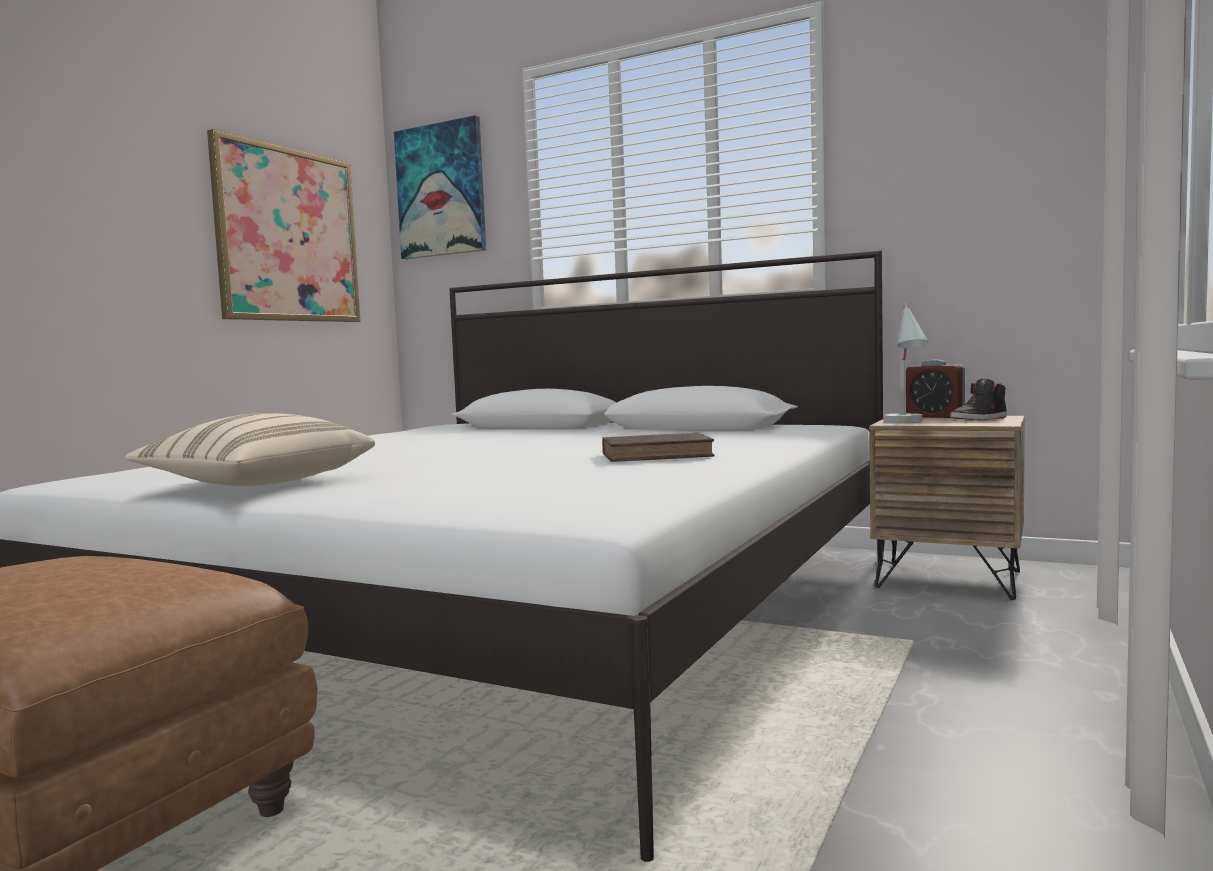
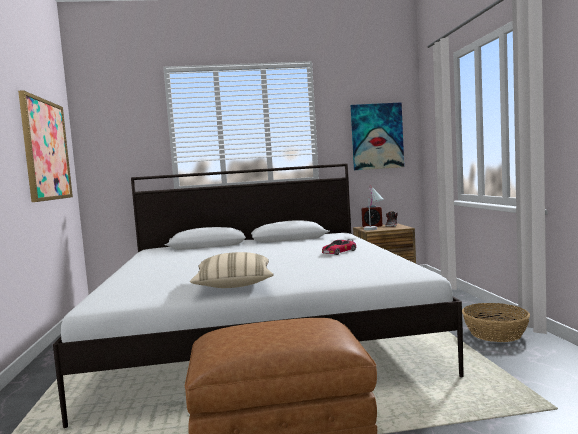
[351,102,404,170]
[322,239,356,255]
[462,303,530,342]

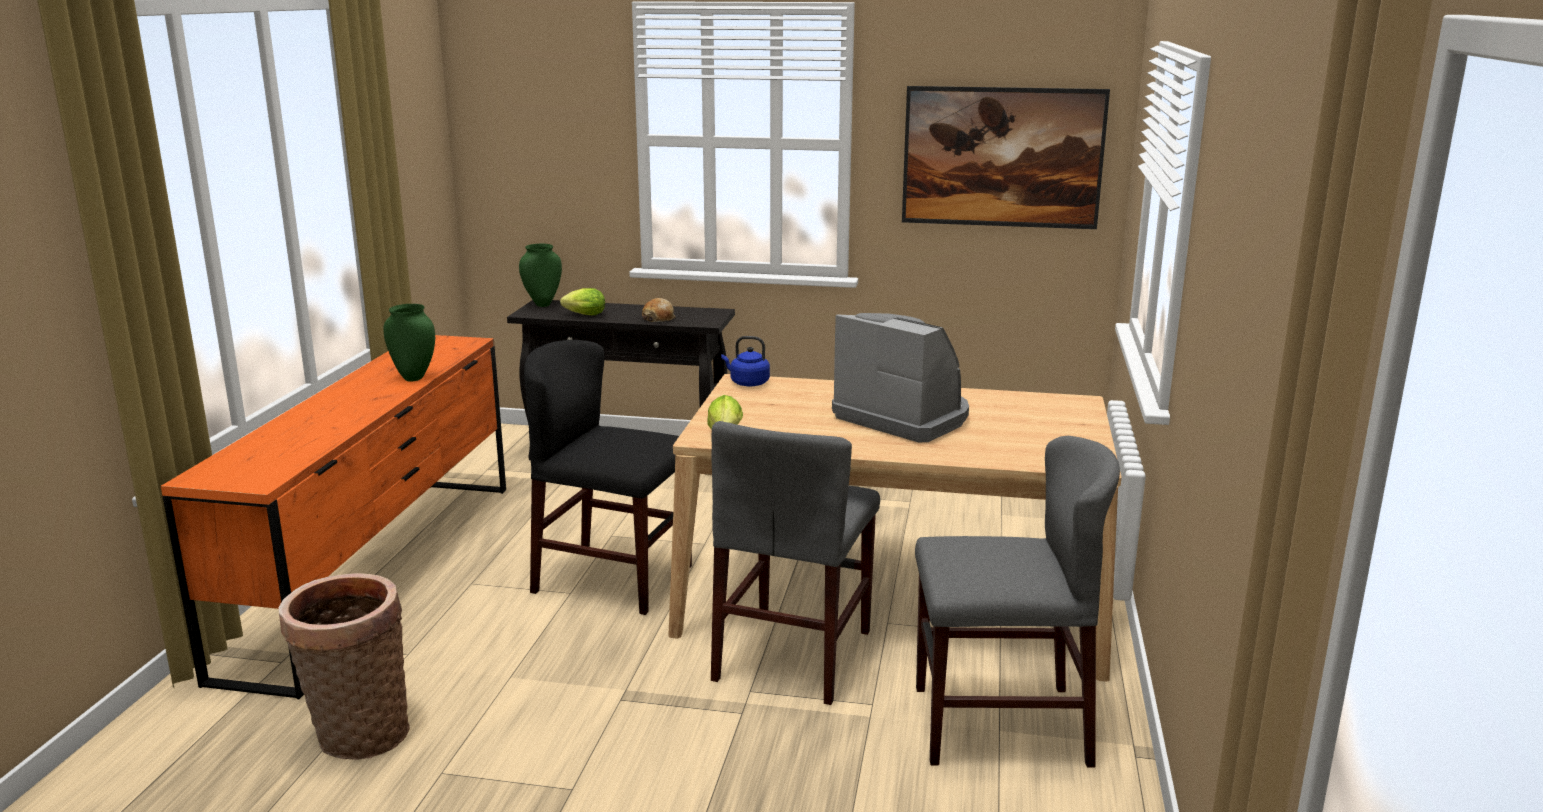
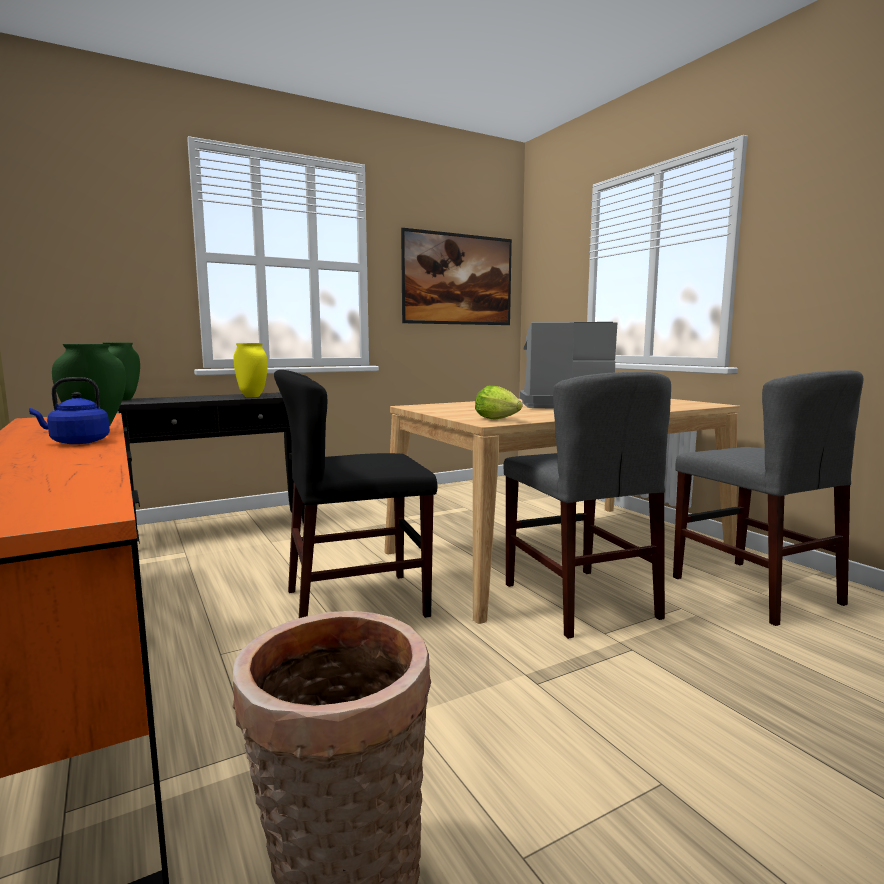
[560,288,605,315] (first image)
[234,343,268,397]
[29,377,110,444]
[673,370,864,626]

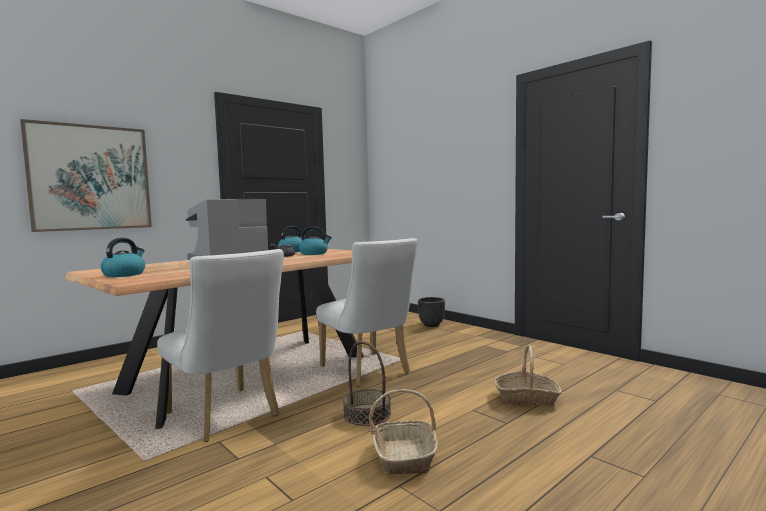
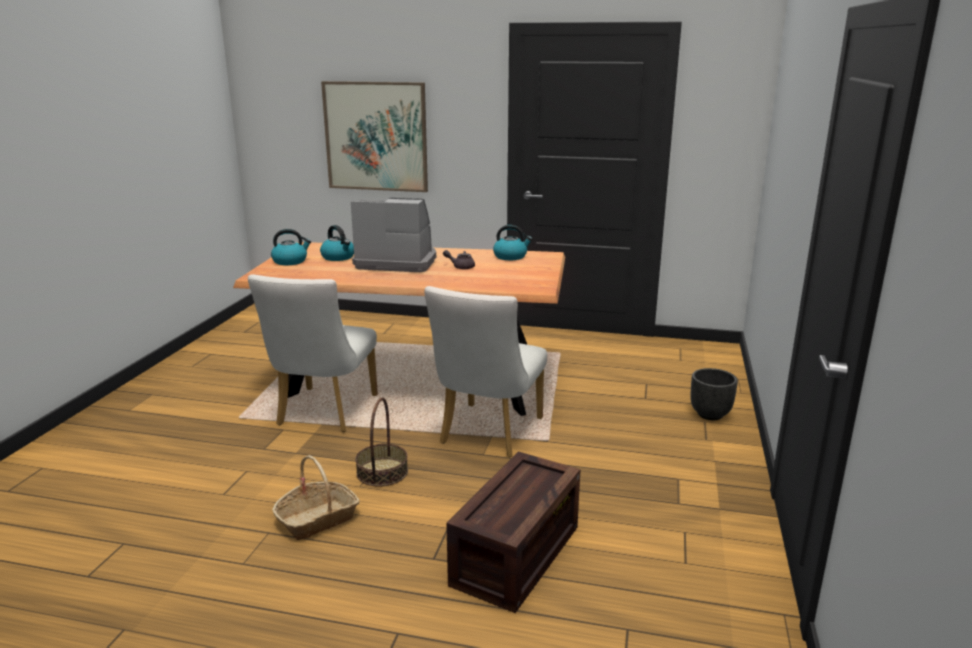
[320,225,354,261]
[446,452,581,613]

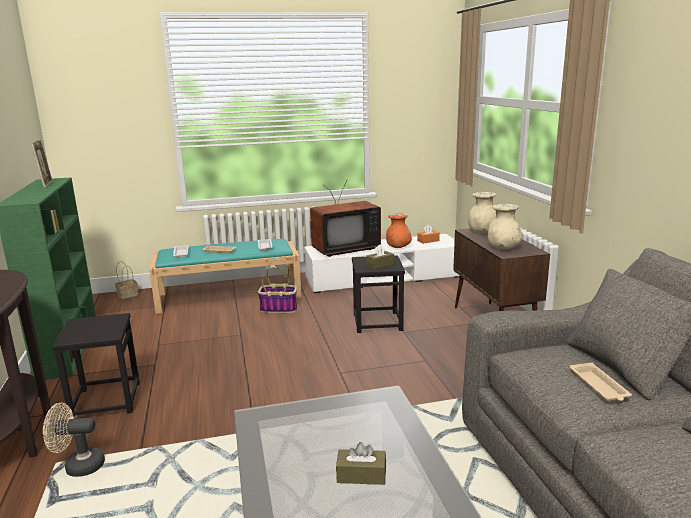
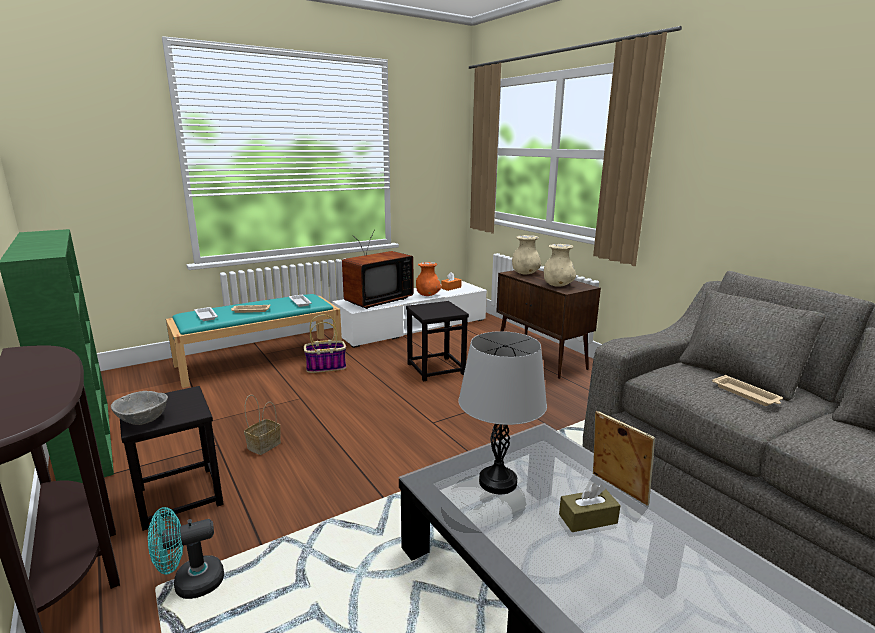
[593,411,655,506]
[367,244,394,269] (first image)
[244,395,281,455]
[148,507,224,599]
[459,331,547,494]
[111,391,168,425]

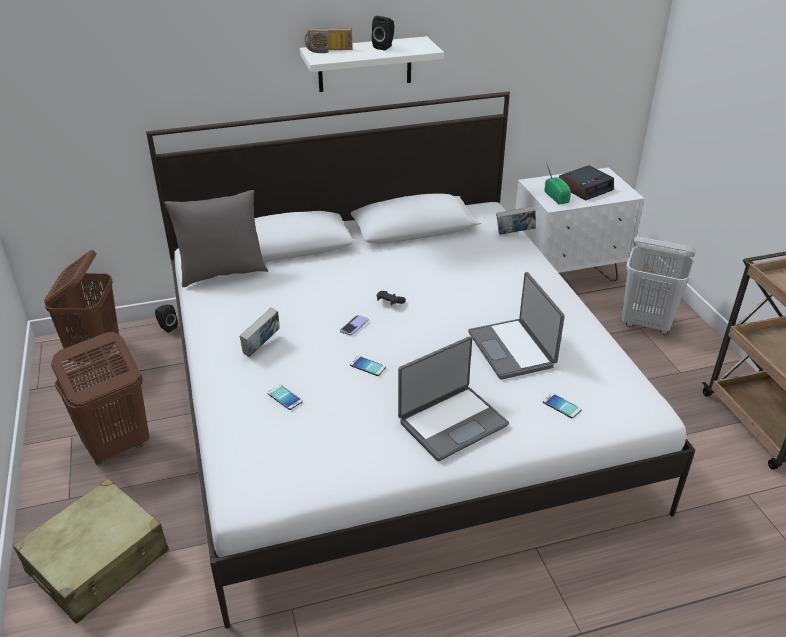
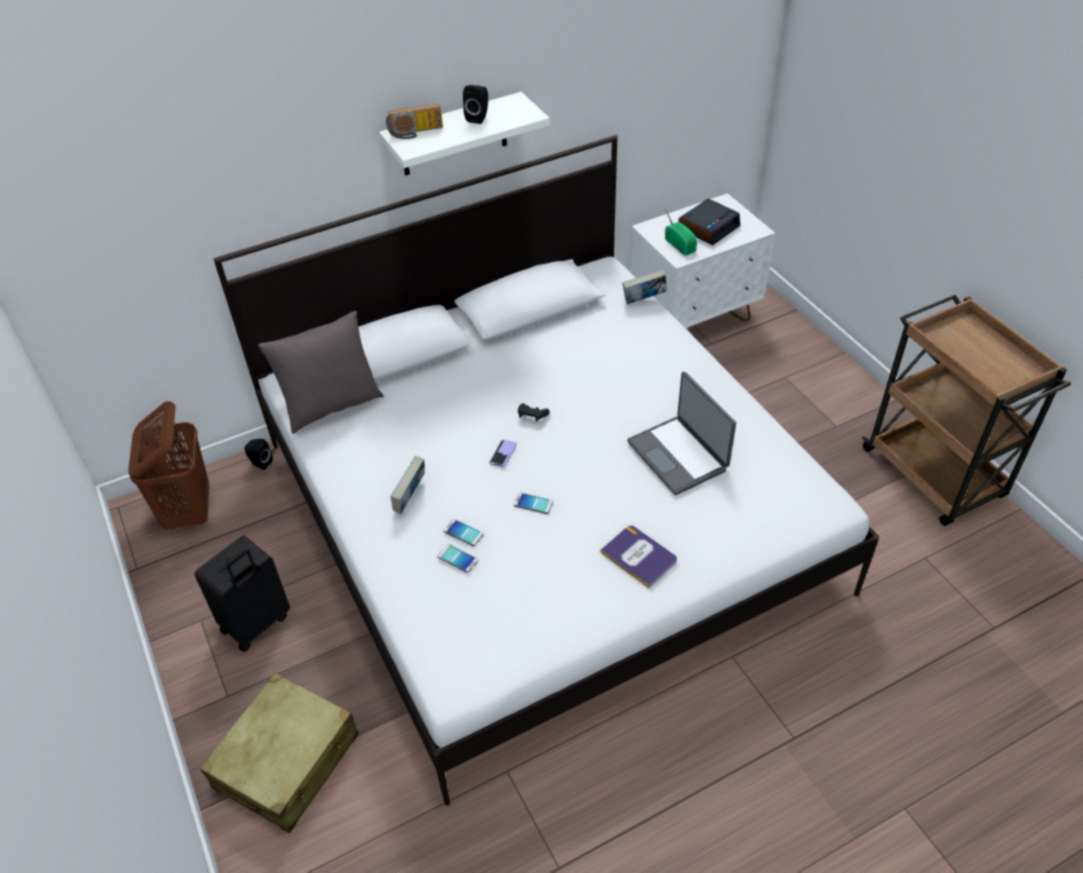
[622,237,696,335] (first image)
[194,536,290,652]
[600,525,677,589]
[444,519,484,546]

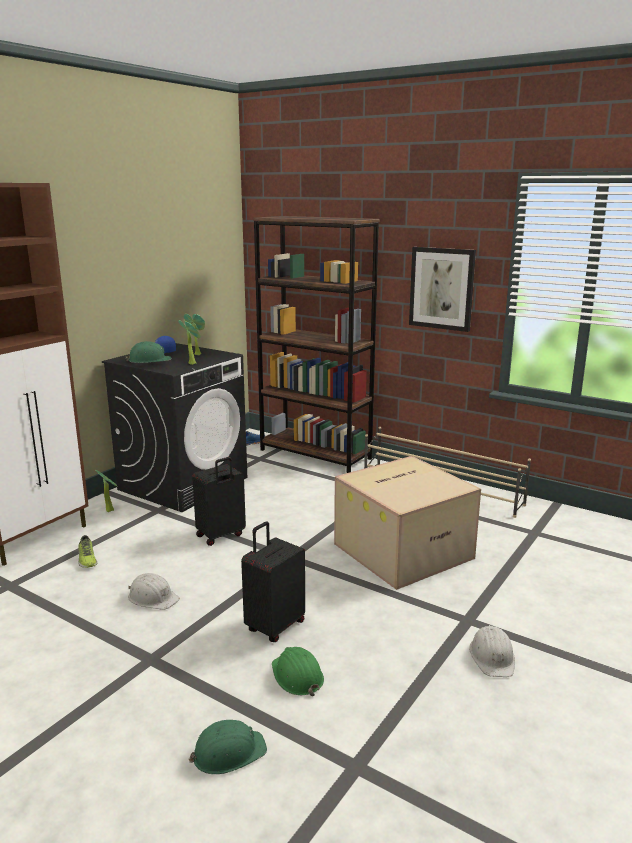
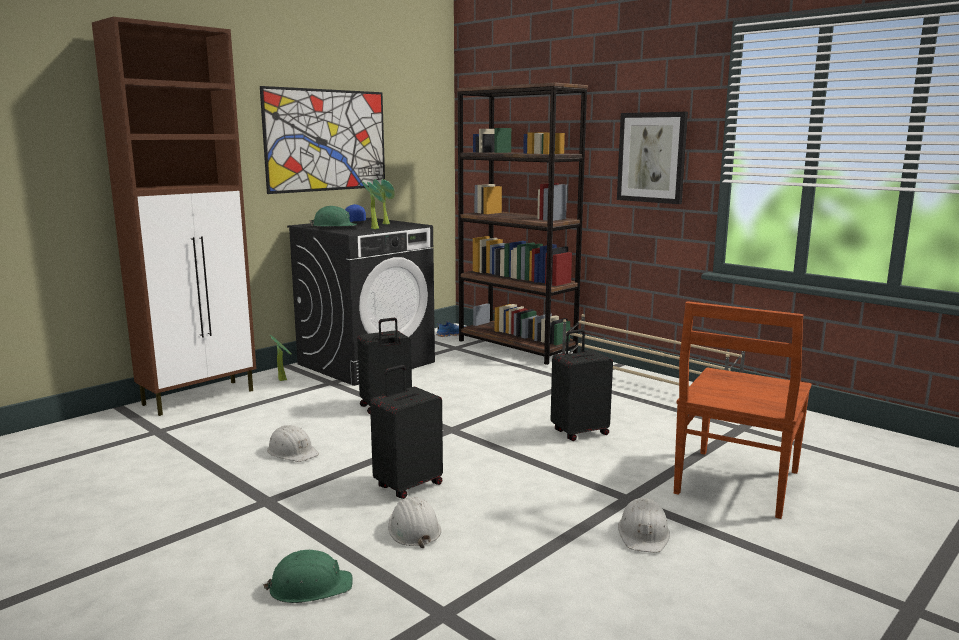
[551,329,613,441]
[78,535,97,568] (first image)
[388,497,441,548]
[260,86,385,194]
[674,301,812,519]

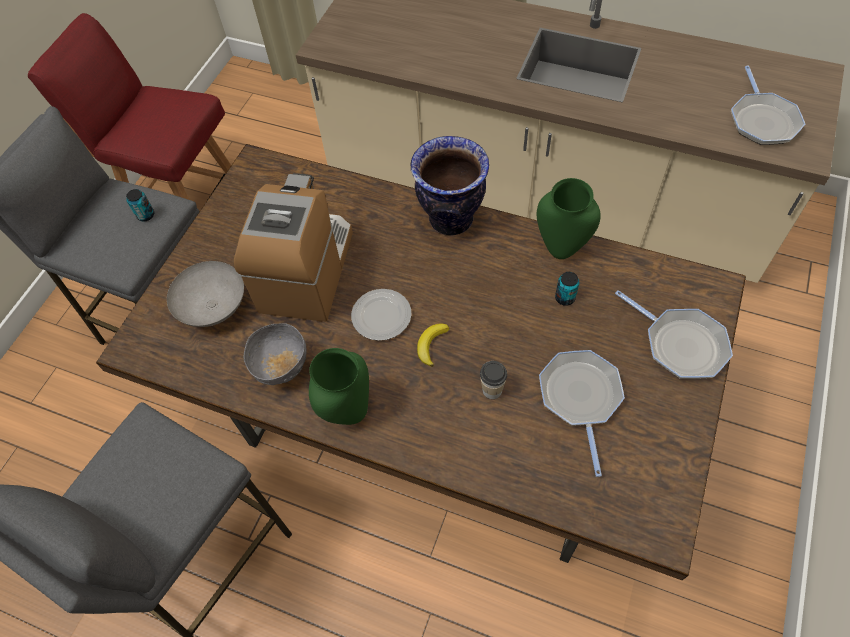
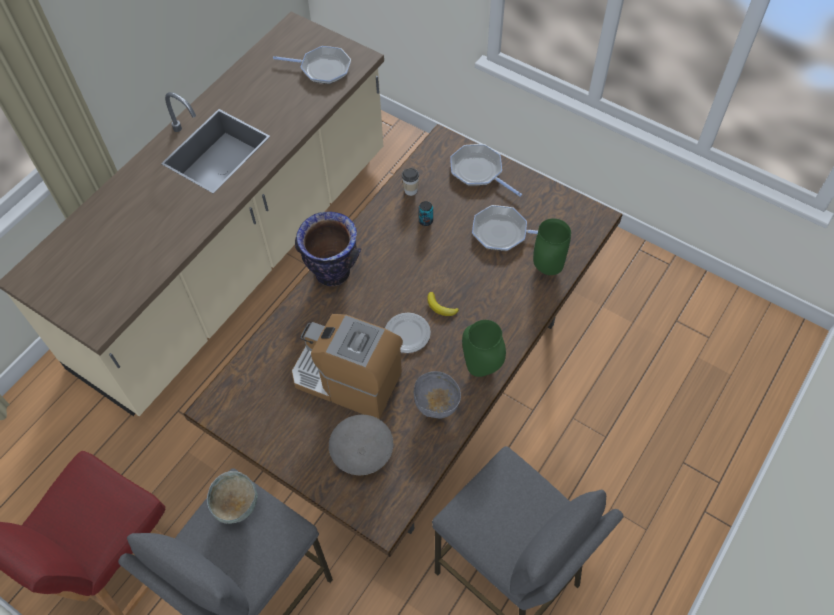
[533,218,571,275]
[207,471,258,524]
[450,144,522,197]
[402,168,419,196]

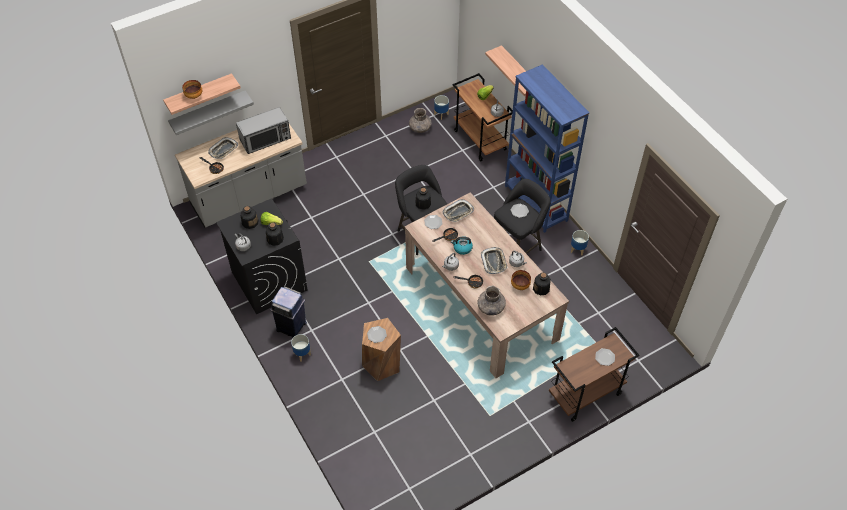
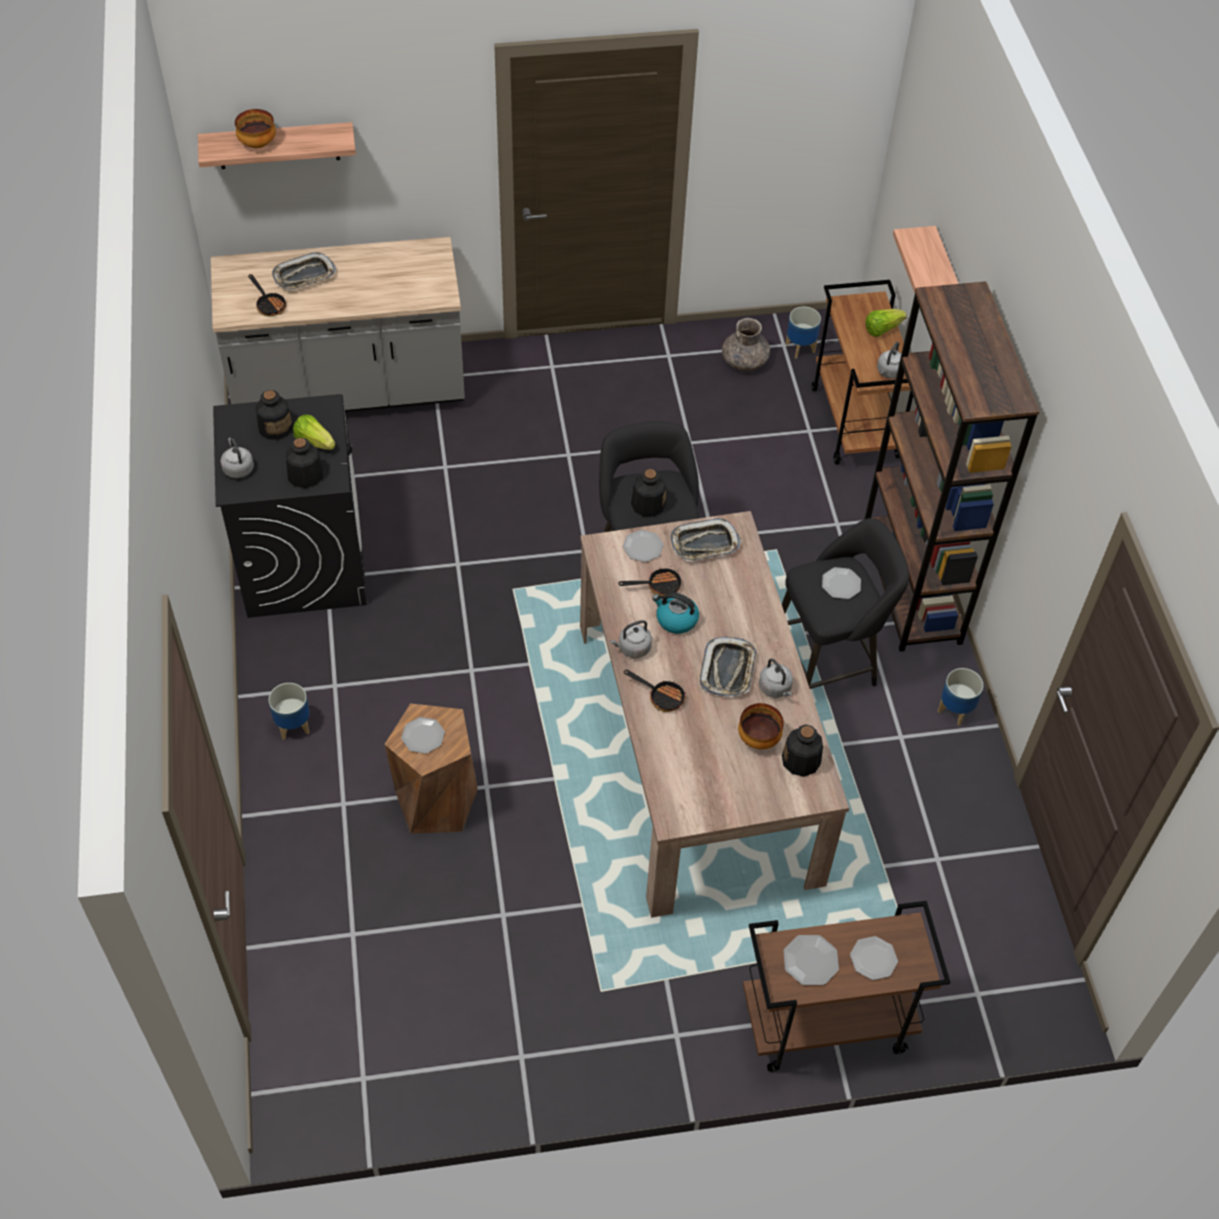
[864,281,1040,652]
[168,91,254,135] (first image)
[236,107,291,154] (first image)
[477,285,506,316] (first image)
[270,287,307,337] (first image)
[783,935,839,985]

